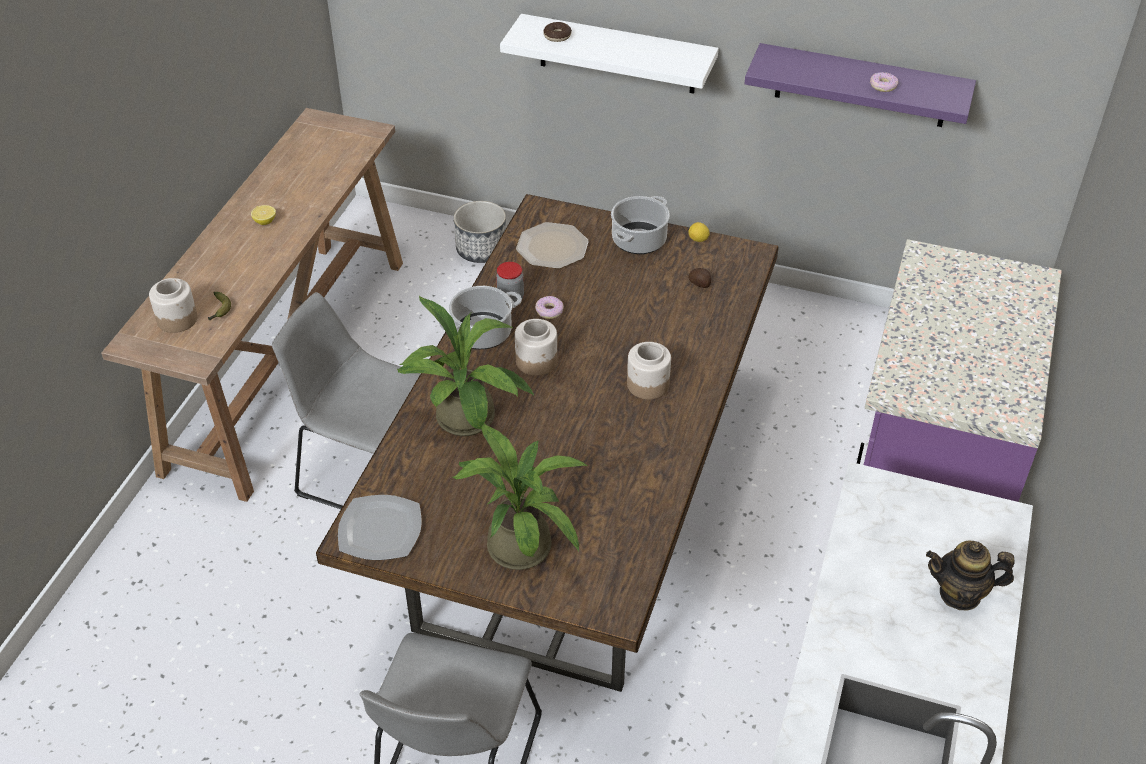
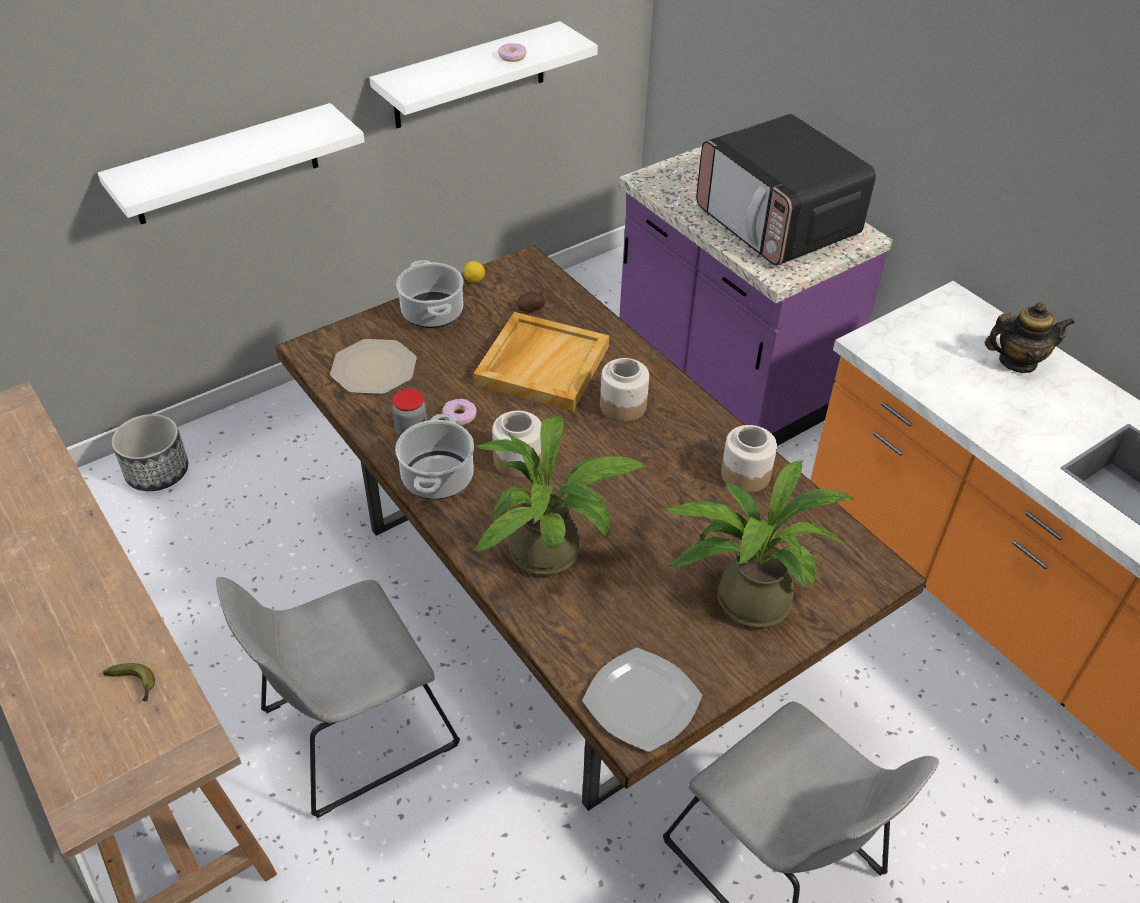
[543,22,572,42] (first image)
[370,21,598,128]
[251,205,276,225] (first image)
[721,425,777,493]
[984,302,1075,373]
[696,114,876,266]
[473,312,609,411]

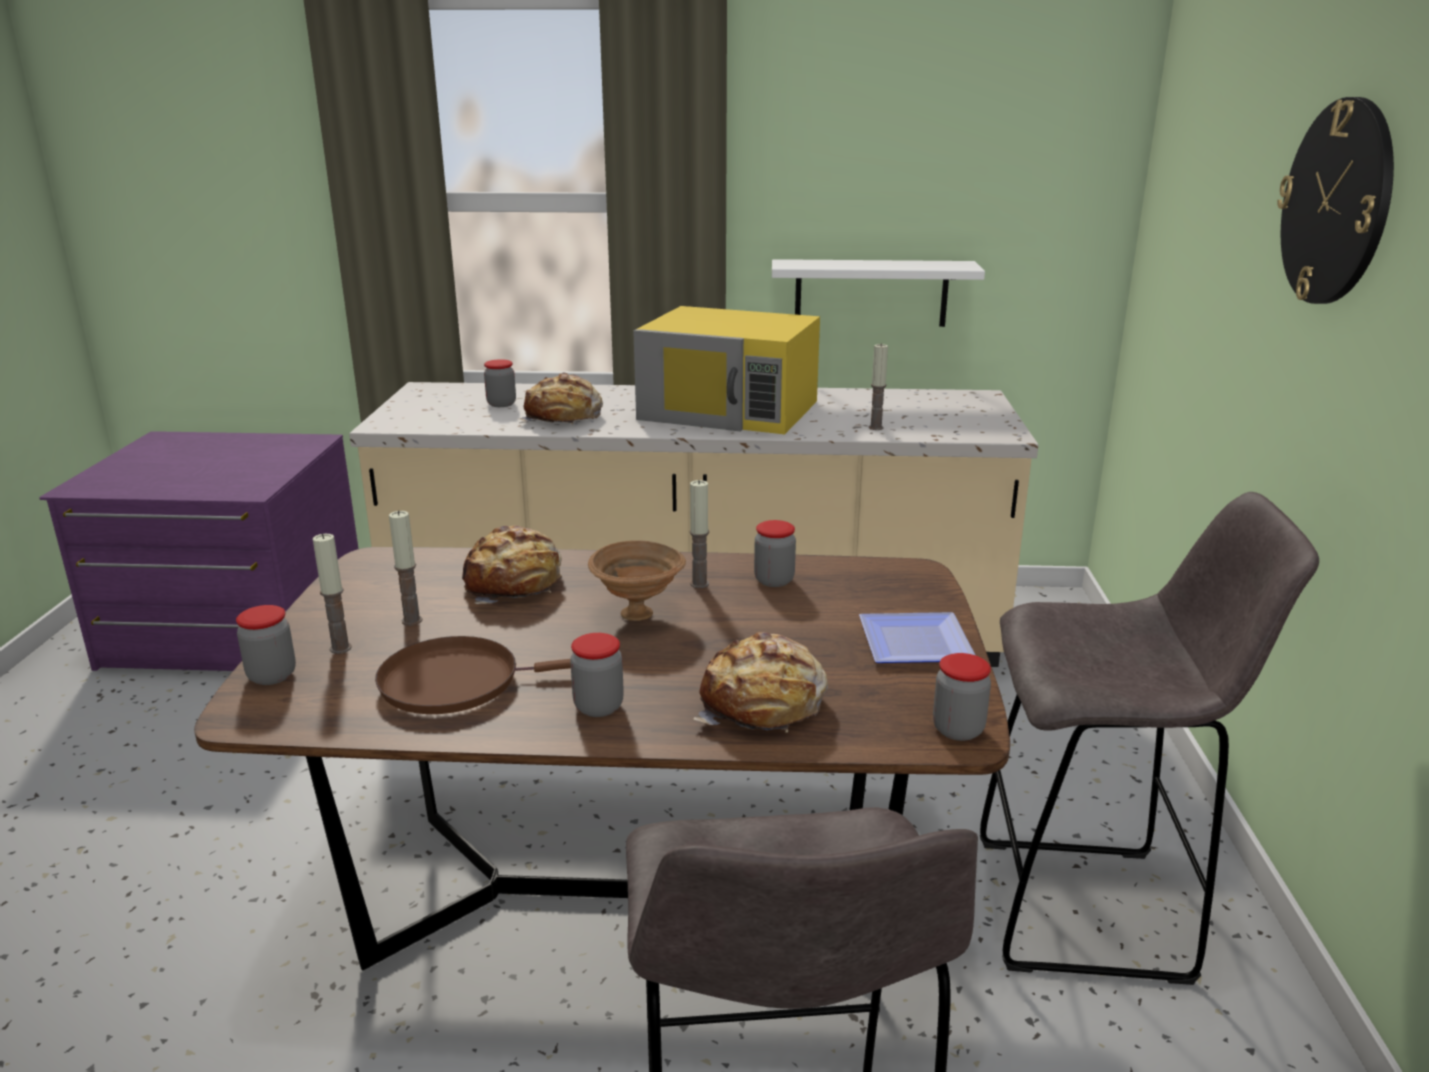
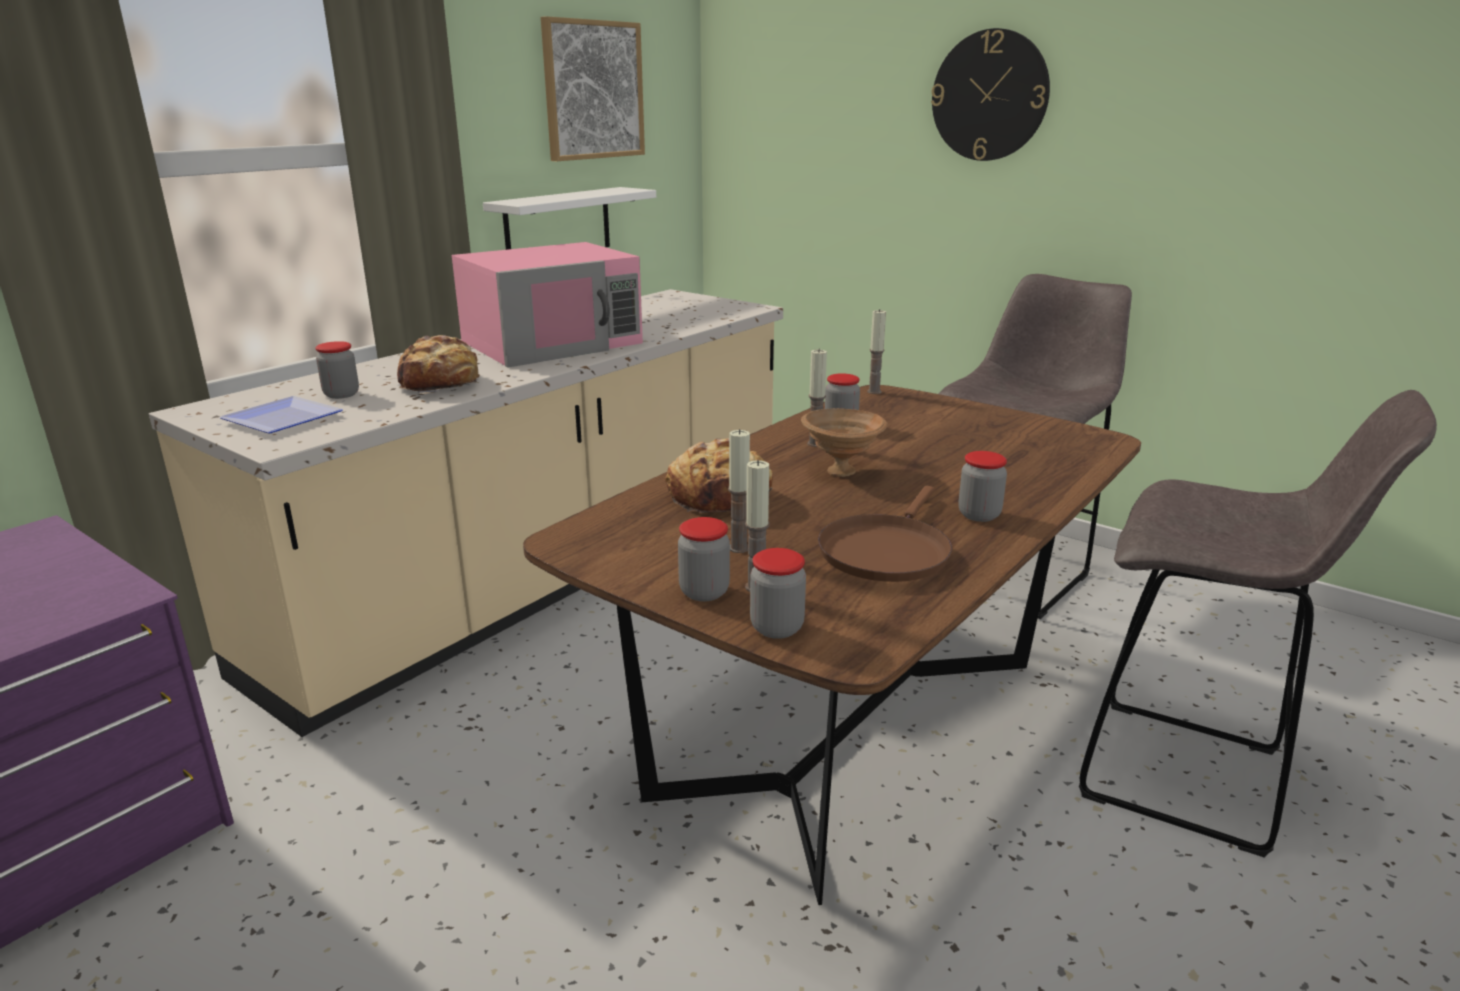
[452,242,643,367]
[867,309,886,394]
[219,396,343,434]
[693,632,828,733] (first image)
[678,517,730,601]
[541,16,645,161]

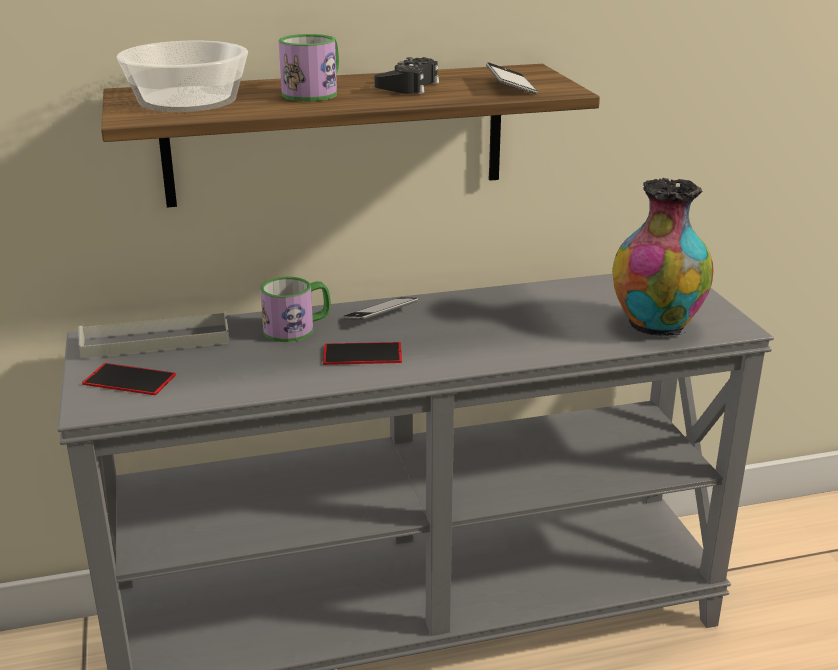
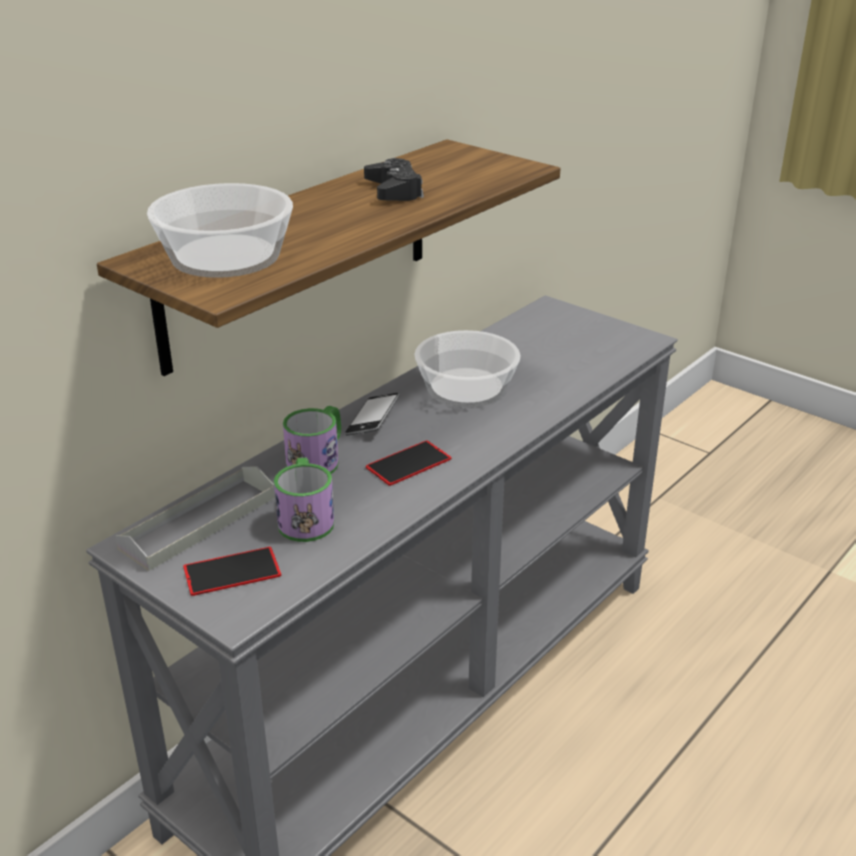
[274,457,334,542]
[486,62,538,94] (first image)
[612,178,714,337] (first image)
[415,330,520,407]

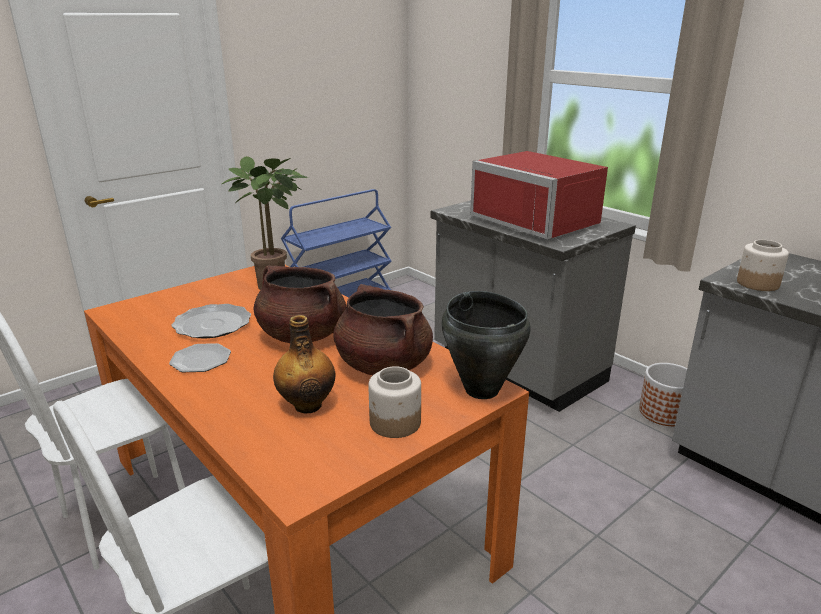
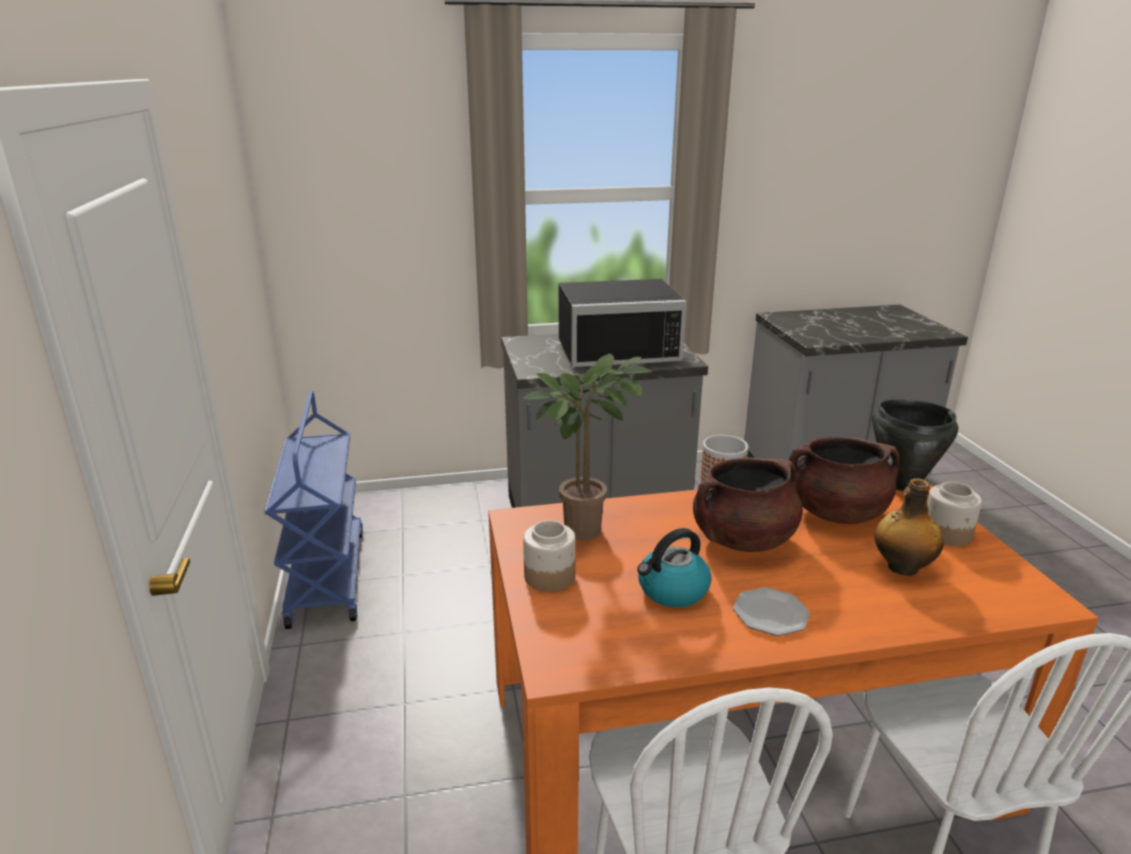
[558,279,687,367]
[523,520,576,592]
[637,528,712,607]

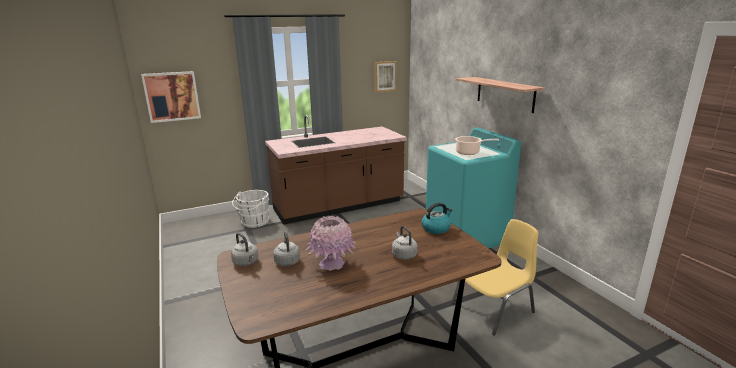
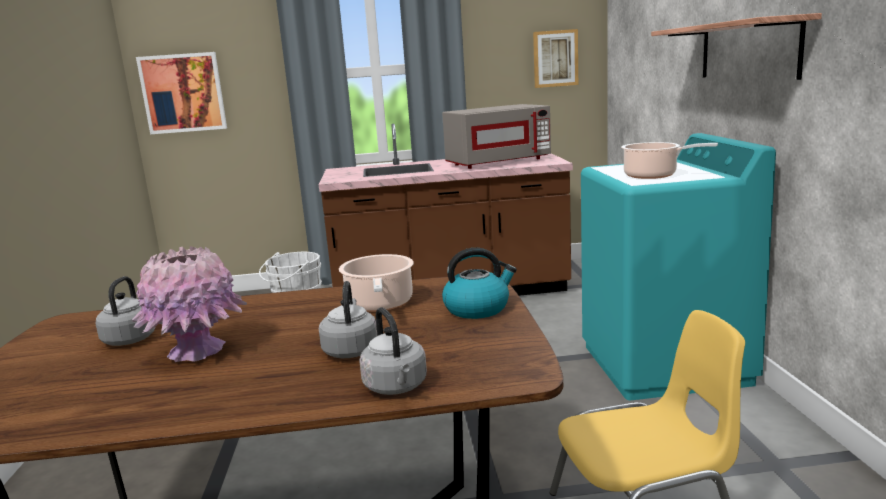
[359,307,427,395]
[442,104,551,169]
[339,254,414,312]

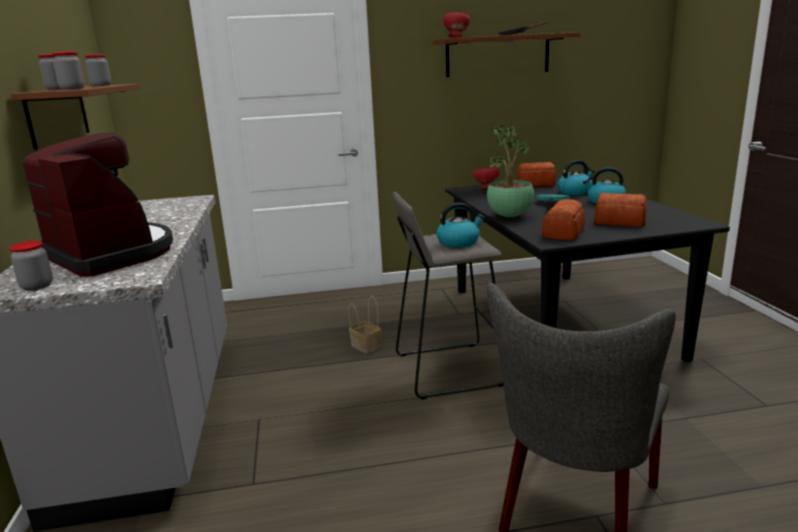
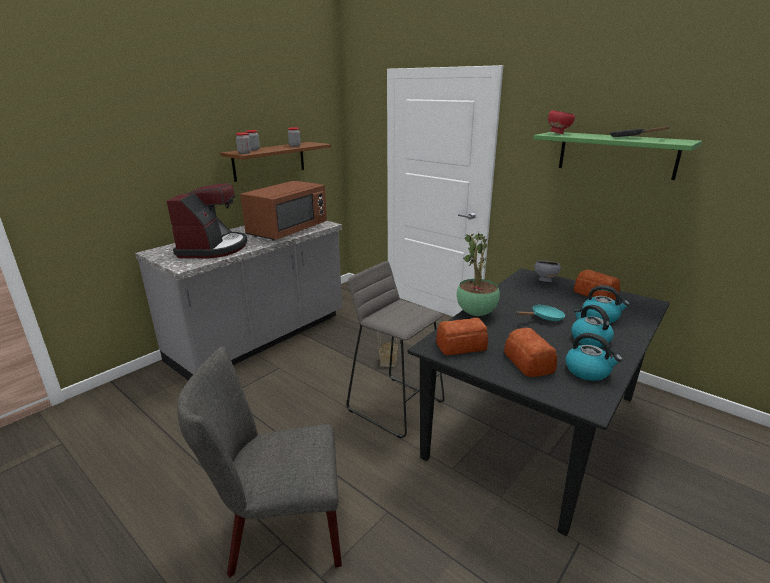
[533,132,702,180]
[534,260,561,282]
[566,333,622,381]
[9,241,53,291] (first image)
[240,181,327,241]

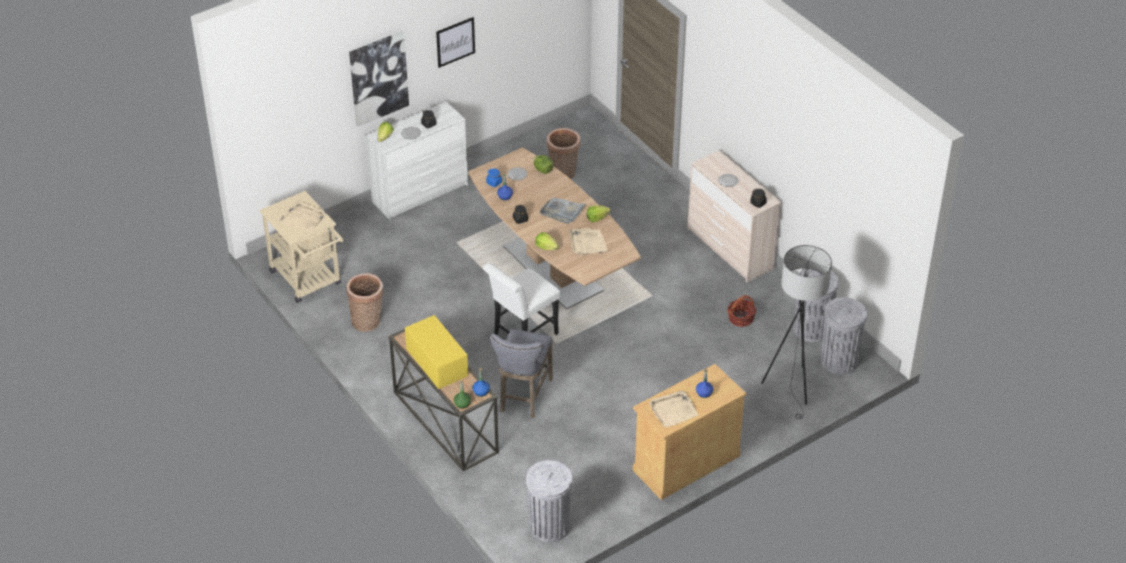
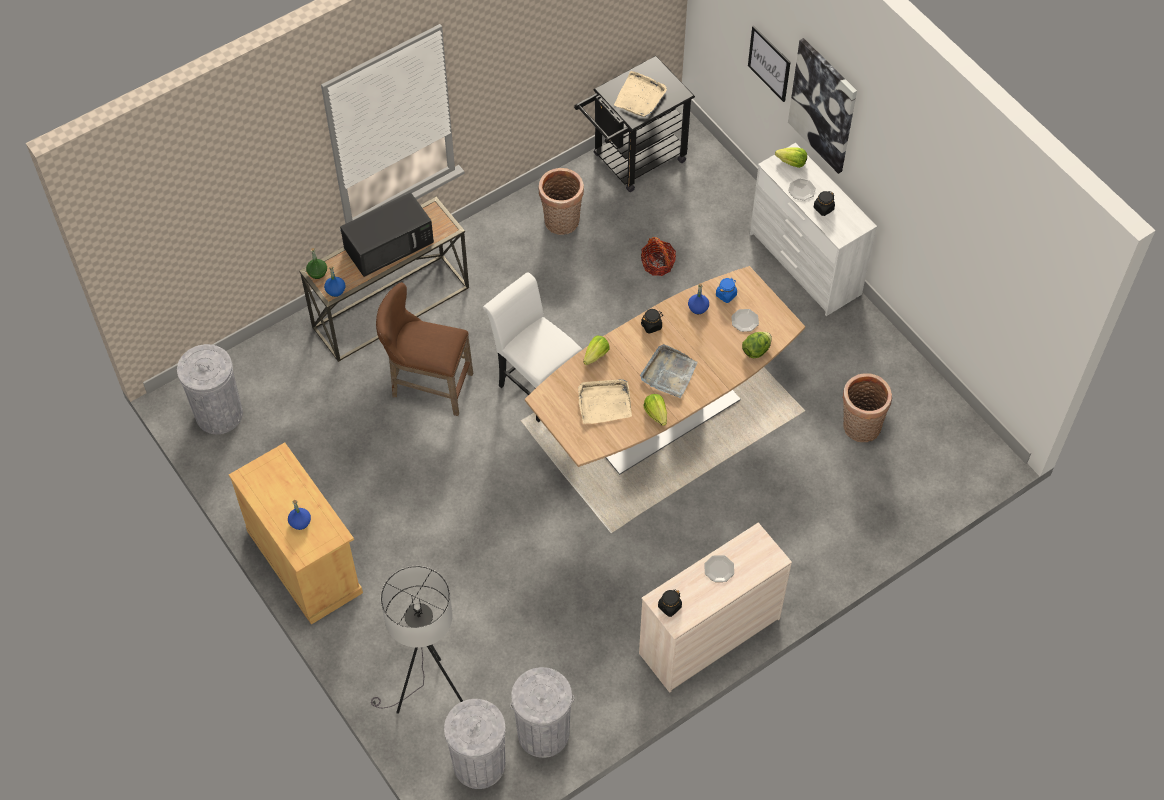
[748,25,791,102]
[574,56,695,192]
[641,237,676,276]
[340,193,434,277]
[376,282,473,416]
[649,391,698,427] (first image)

